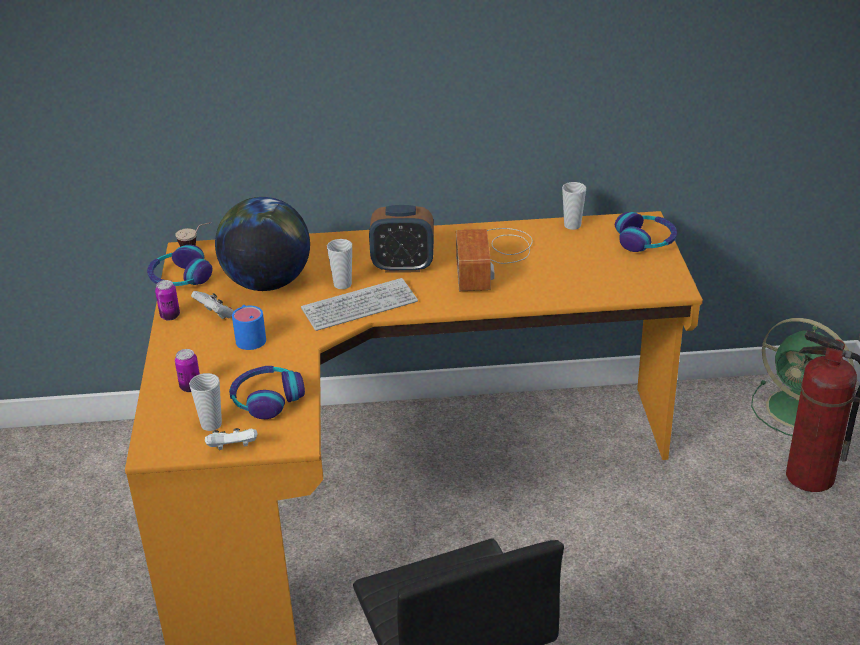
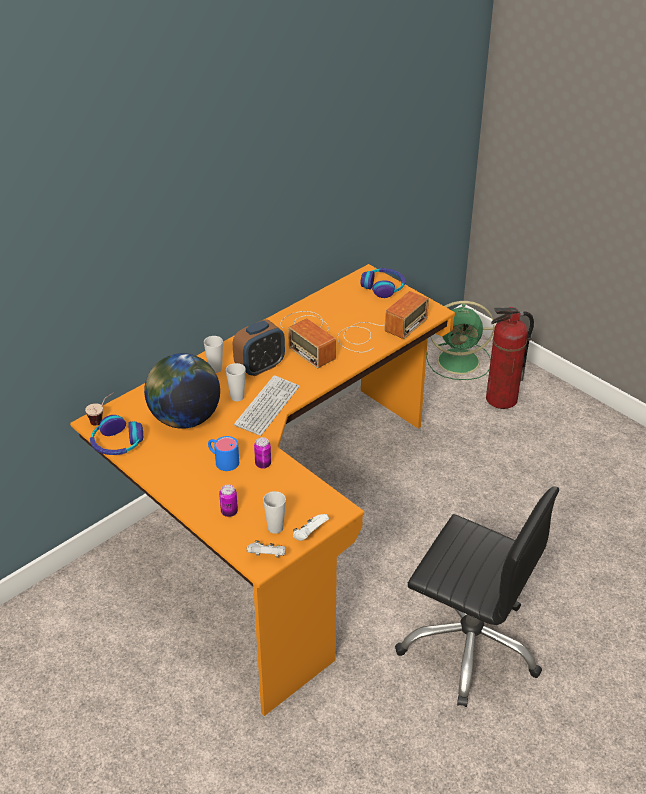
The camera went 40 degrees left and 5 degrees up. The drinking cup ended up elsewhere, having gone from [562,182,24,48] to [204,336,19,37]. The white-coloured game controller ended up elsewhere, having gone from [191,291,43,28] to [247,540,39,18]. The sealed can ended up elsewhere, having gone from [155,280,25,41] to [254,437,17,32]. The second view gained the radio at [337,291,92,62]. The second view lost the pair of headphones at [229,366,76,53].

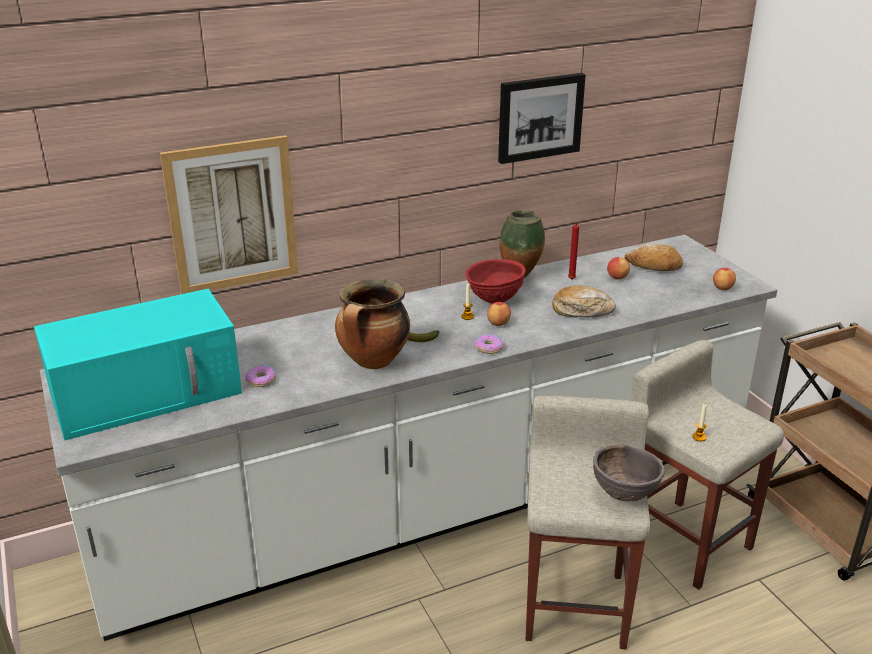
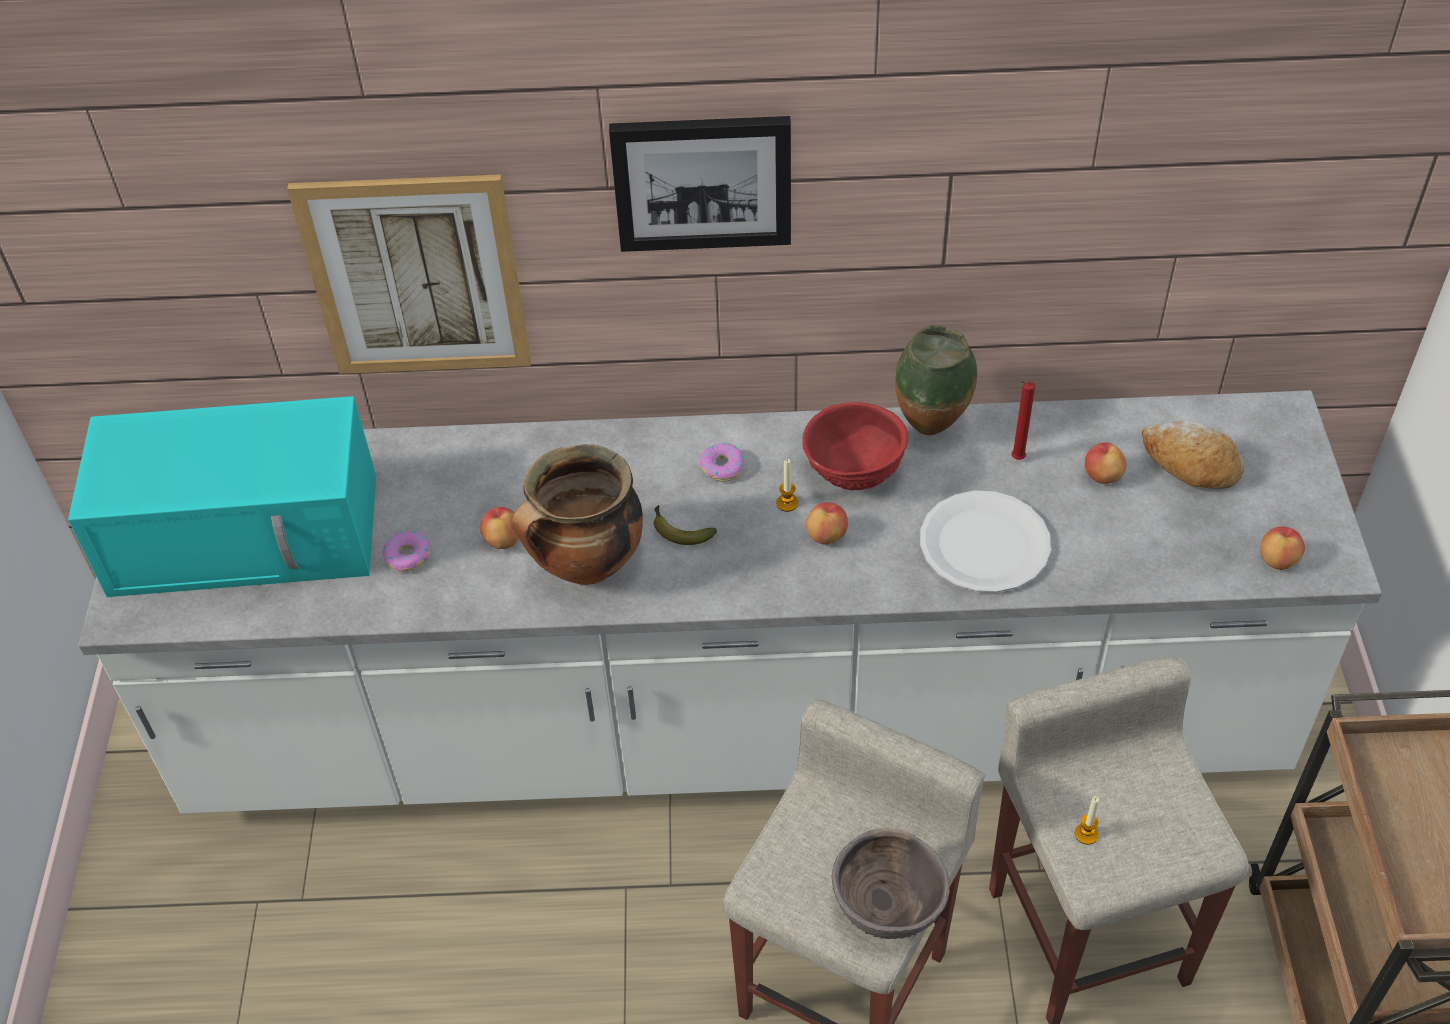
The camera went 25 degrees right and 20 degrees up. The second view gained the whole apple at [480,507,38,42]. The wall art ended up elsewhere, having gone from [498,73,88,91] to [609,116,182,136]. The doughnut ended up elsewhere, having gone from [474,334,30,20] to [700,443,45,39]. Where the baked bread stood at [552,285,64,32], the white-coloured flat dish came to stand at [920,491,131,101].

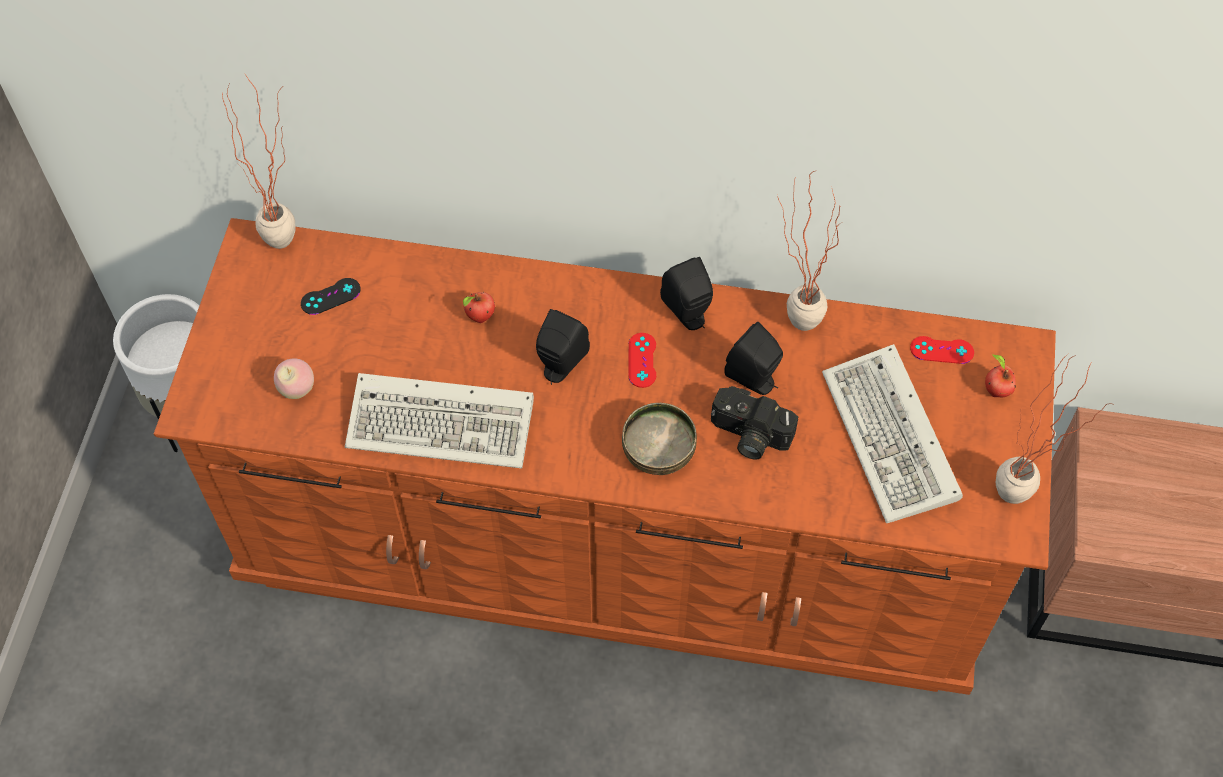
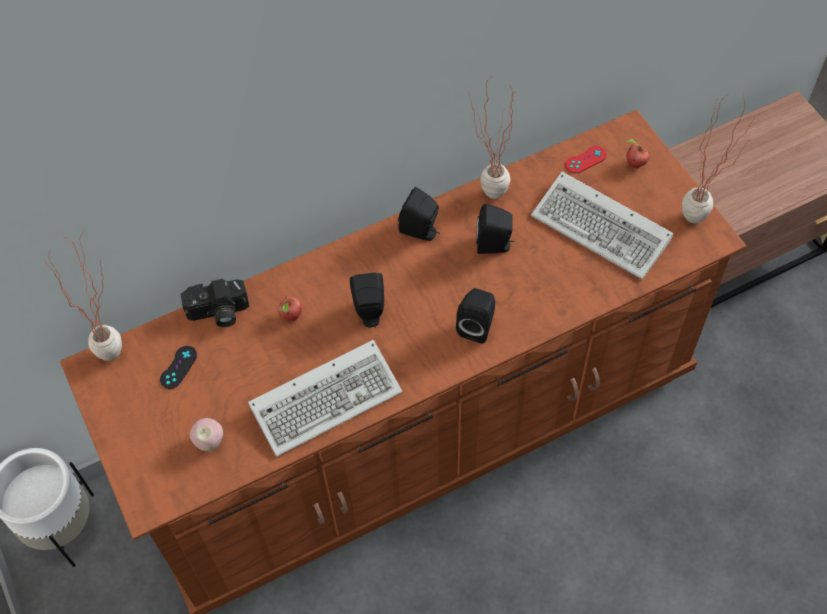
The camera went 35 degrees left and 0 degrees up. The photo camera ended up elsewhere, having gone from [711,386,87,74] to [181,279,68,48]. Where the serving bowl stood at [622,403,75,72], the black-coloured speaker came to stand at [456,288,39,56]. The second view lost the red game controller at [628,333,28,55].

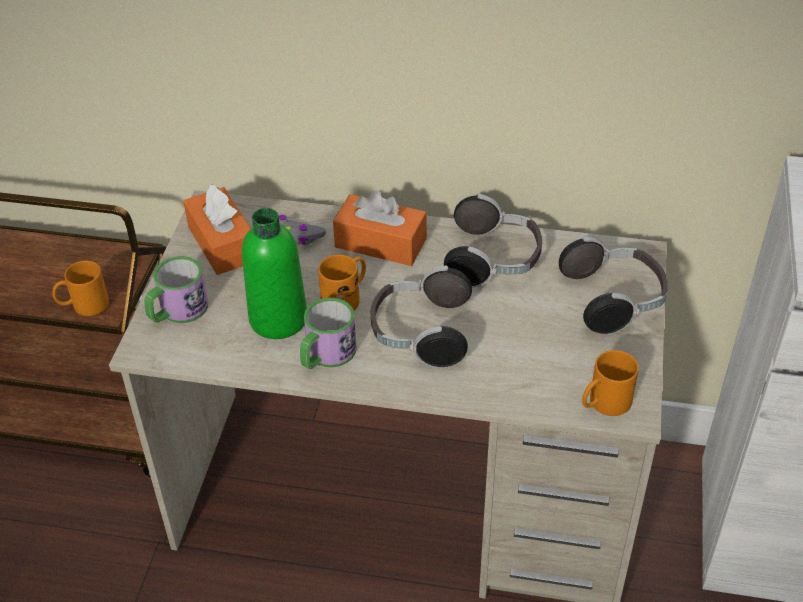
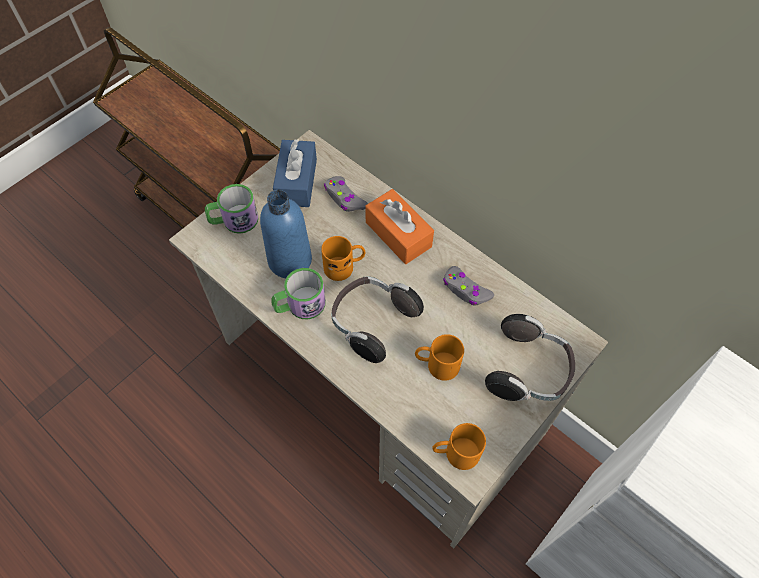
The camera went 30 degrees right and 15 degrees up. What was the greenish drink bottle at [242,208,65,131] turned into the bluish drink bottle at [260,190,52,88]. What was the orange tissue box at [183,184,68,91] turned into the bluish tissue box at [273,139,44,68]. The orange tea mug ended up elsewhere, having gone from [52,261,57,55] to [415,334,49,47]. Where the pair of headphones stood at [444,194,98,94], the grey game controller came to stand at [443,266,51,40].

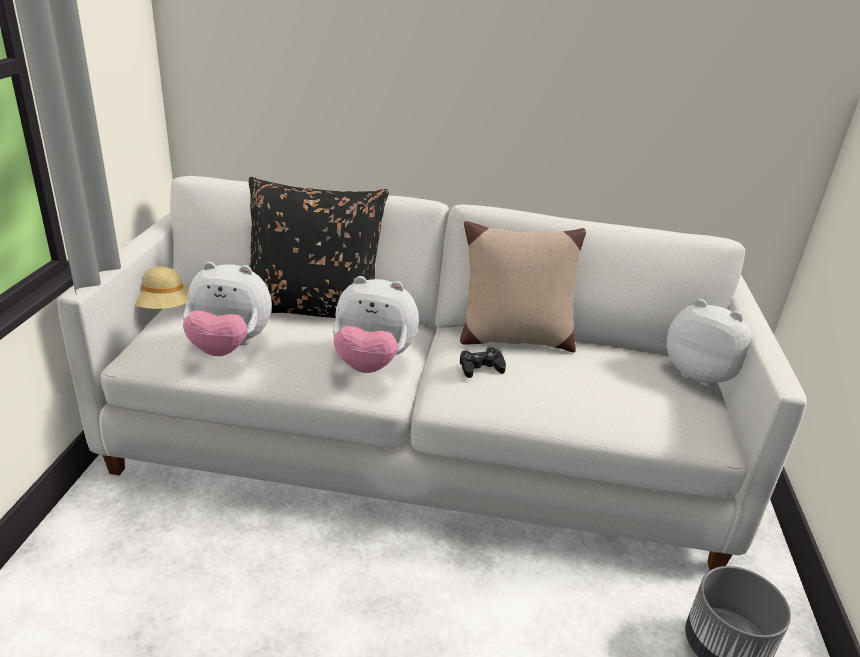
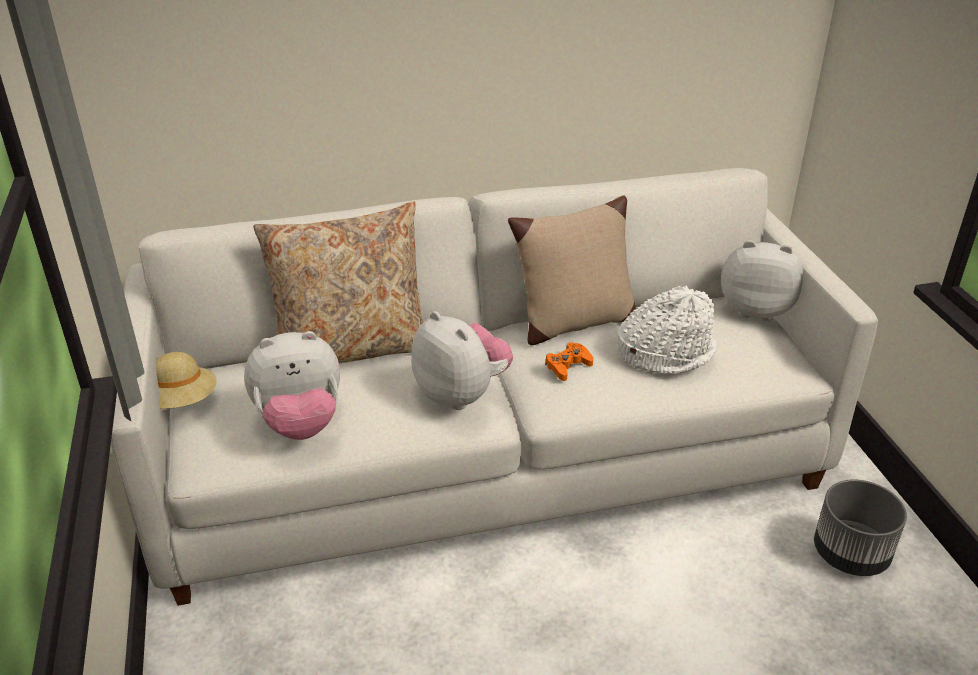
The camera went 20 degrees left and 5 degrees up. What was the black-coloured cushion at [249,177,140,141] turned into the sand-coloured cushion at [253,201,170,163]. The cuddly toy at [333,276,86,97] ended up facing another way, 120 degrees counterclockwise from before. What was the black-coloured game controller at [460,347,46,31] turned into the orange game controller at [545,342,48,39]. The second view gained the white-coloured wearable hat at [617,285,100,89].

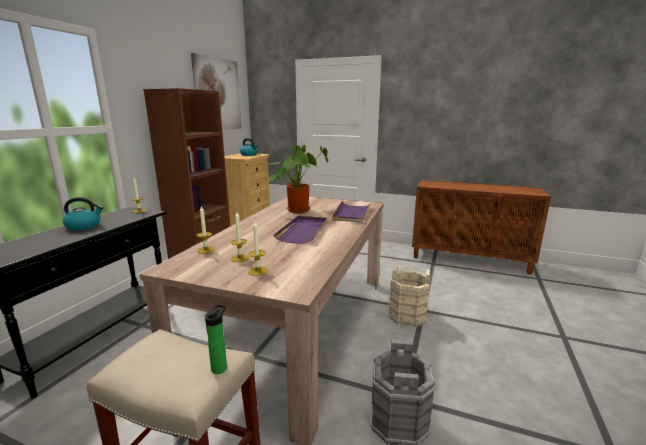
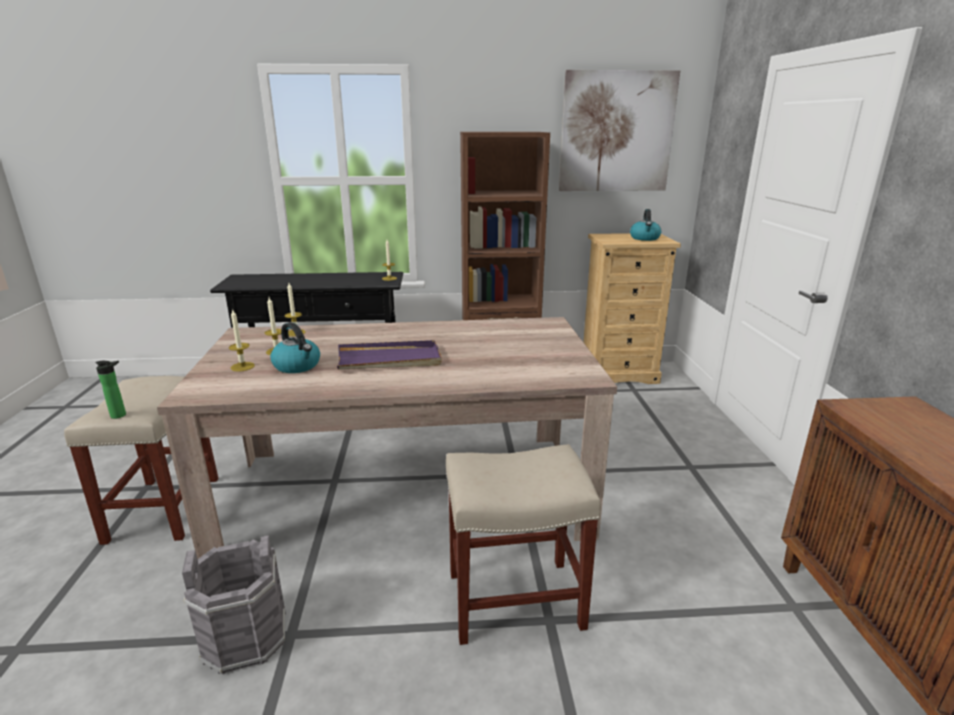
The camera went 65 degrees right and 5 degrees up. The water kettle ended up elsewhere, having gone from [63,197,40,33] to [270,322,50,51]. Where the sand-coloured bucket stood at [388,265,42,62], the sand-coloured stool came to stand at [446,444,155,201]. The second view lost the potted plant at [268,145,61,68]. The second view lost the purplish carrying tray at [332,201,40,22].

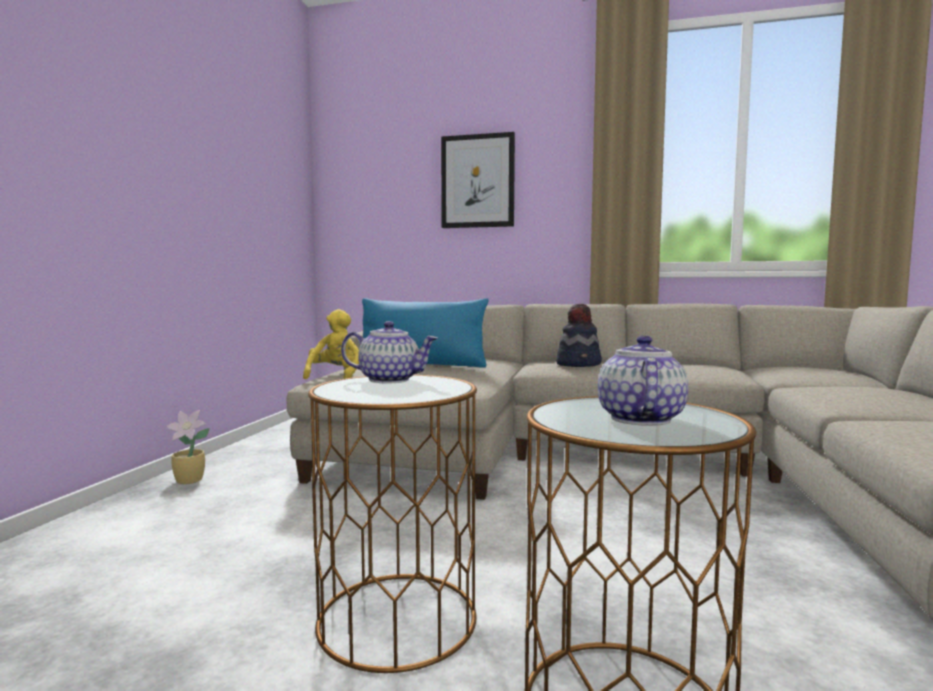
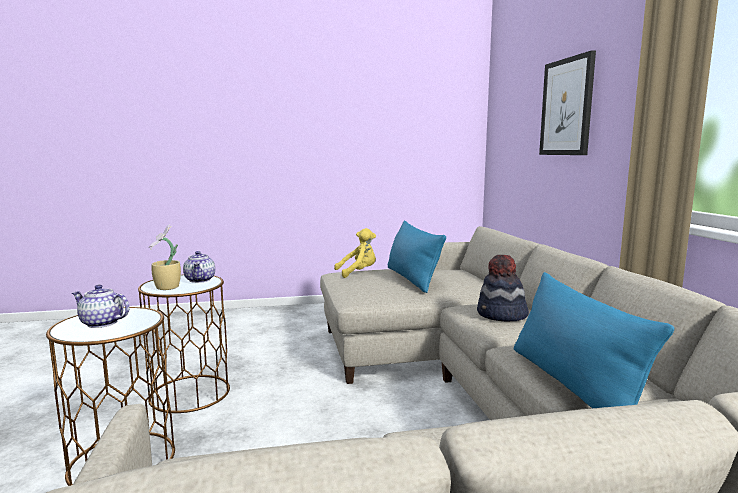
The camera went 65 degrees right and 5 degrees up. The tea pot at [598,335,90,91] ended up facing another way, 150 degrees counterclockwise from before. The potted plant ended up elsewhere, having gone from [166,410,44,74] to [149,224,32,66]. The second view gained the bluish cushion at [514,272,160,136].

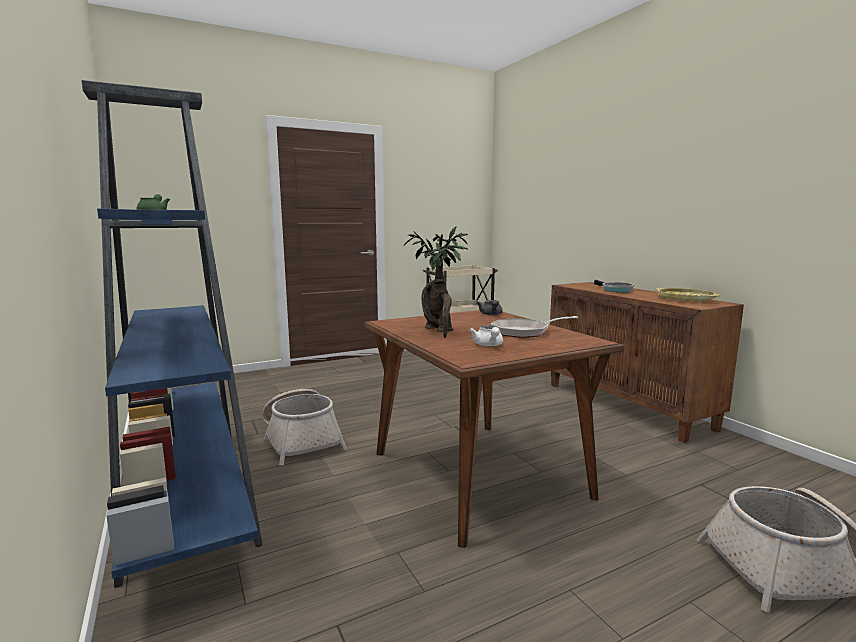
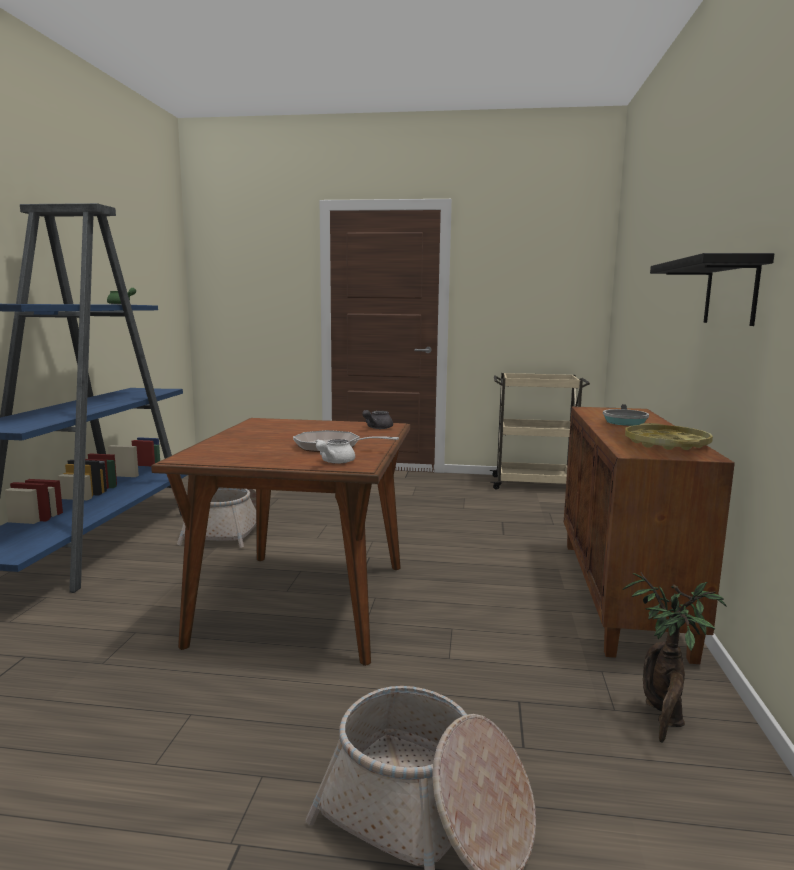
The camera went 35 degrees right and 0 degrees up. The white-coloured tea pot ended up elsewhere, having gone from [469,325,34,21] to [315,439,40,25]. The potted plant ended up elsewhere, having gone from [404,226,64,112] to [623,572,103,171]. The second view gained the black-coloured wall shelf at [650,253,124,73].

